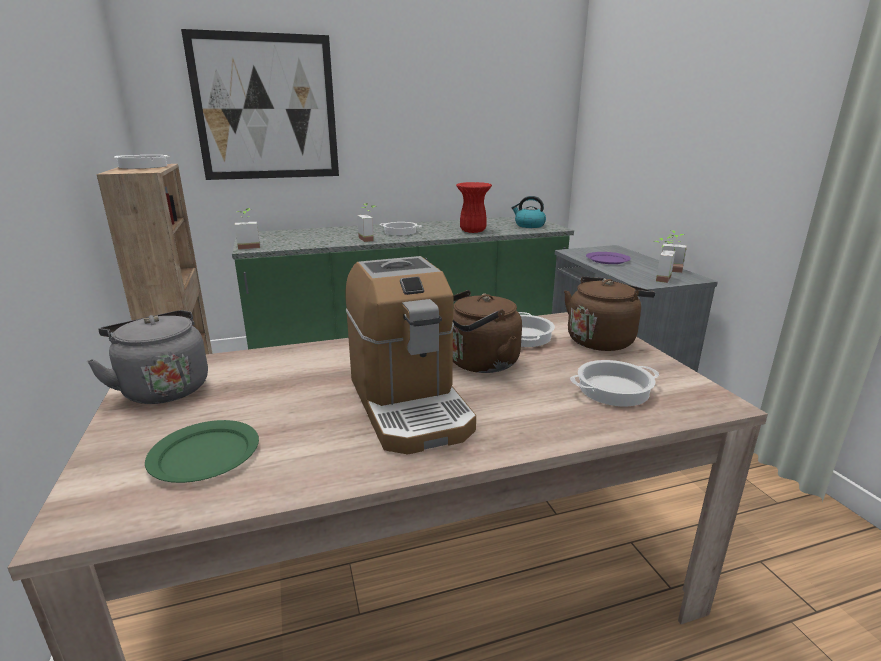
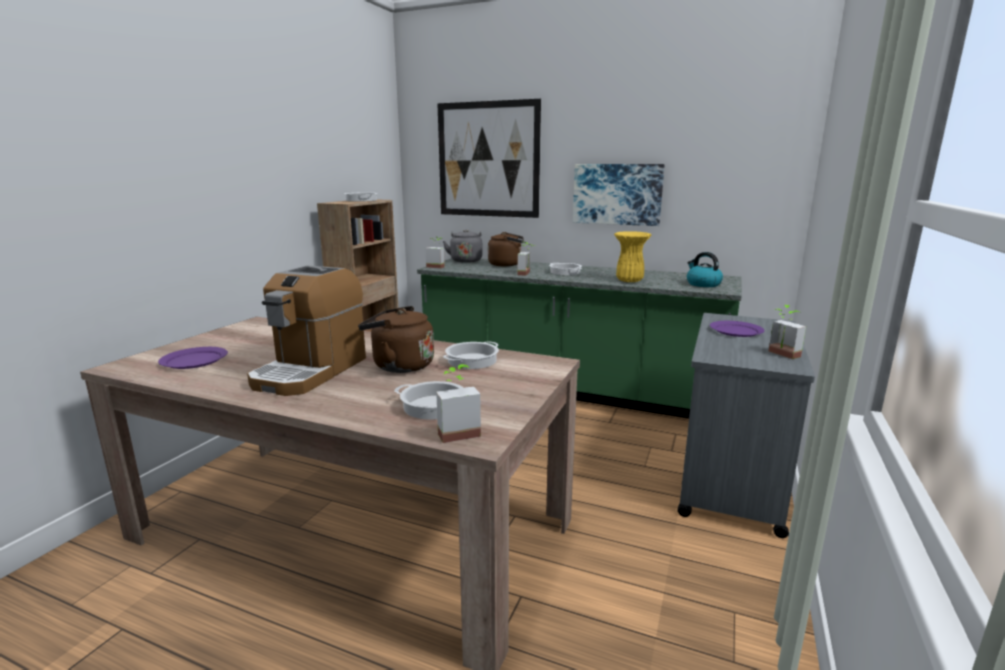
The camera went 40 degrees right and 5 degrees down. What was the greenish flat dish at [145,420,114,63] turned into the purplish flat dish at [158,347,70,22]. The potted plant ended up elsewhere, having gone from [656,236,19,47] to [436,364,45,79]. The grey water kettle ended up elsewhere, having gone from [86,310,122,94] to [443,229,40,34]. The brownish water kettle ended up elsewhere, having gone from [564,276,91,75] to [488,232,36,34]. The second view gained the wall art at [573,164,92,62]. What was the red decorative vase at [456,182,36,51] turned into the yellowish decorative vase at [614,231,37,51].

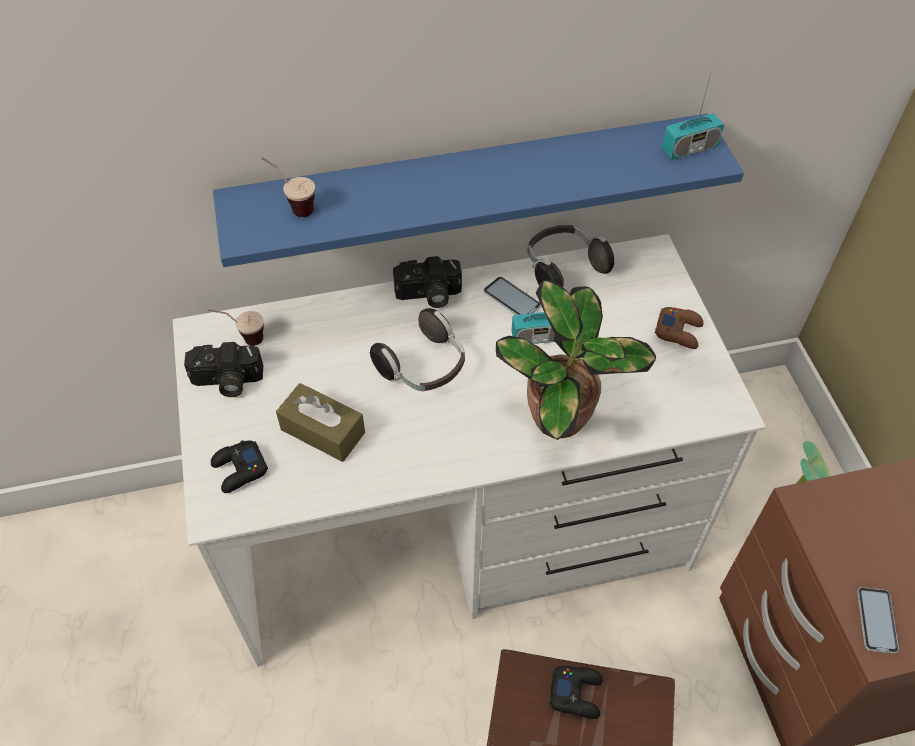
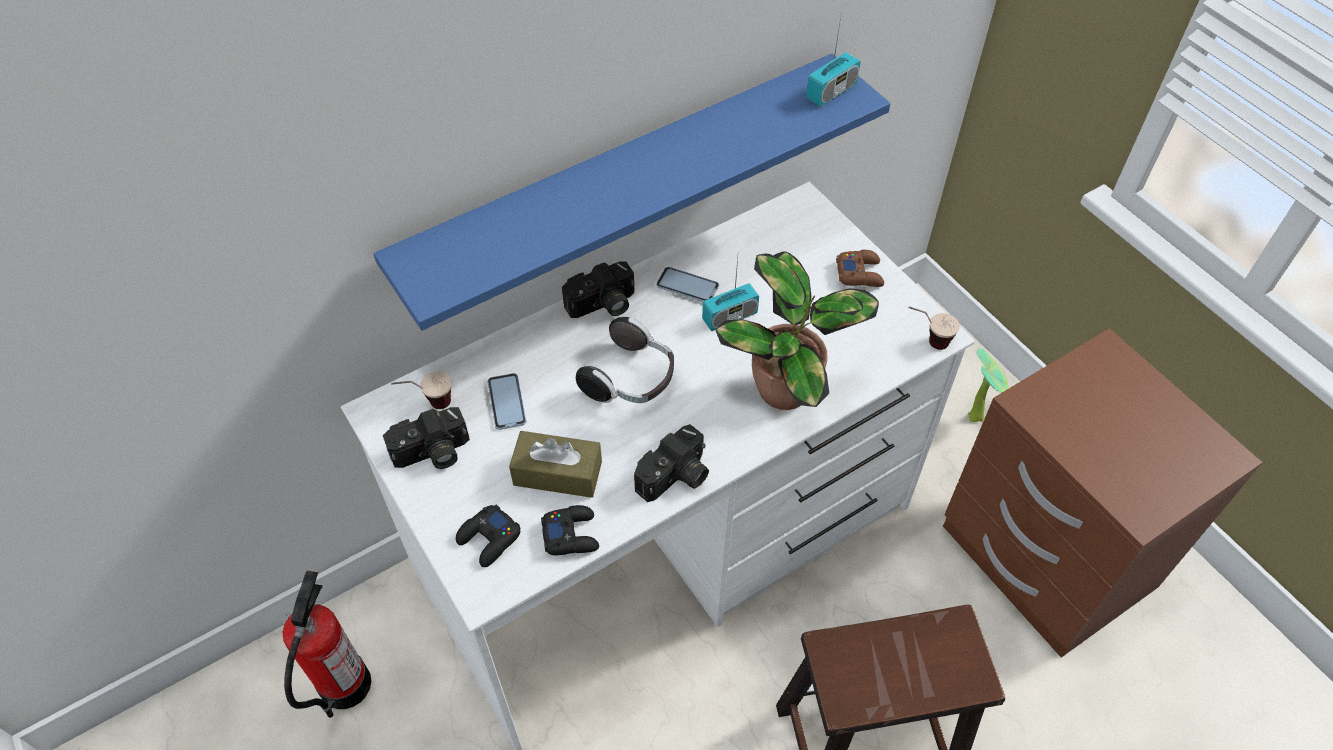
The camera went 20 degrees left and 0 degrees up. The second view gained the fire extinguisher at [283,571,88,147]. The phone ended up elsewhere, having gone from [857,587,42,67] to [488,373,38,57]. The black-coloured game controller ended up elsewhere, having gone from [549,666,54,53] to [541,505,58,50]. The second view gained the photo camera at [634,424,75,78]. The drinking cup ended up elsewhere, having gone from [261,157,54,60] to [908,306,52,44]. The second view lost the pair of headphones at [528,225,86,62].

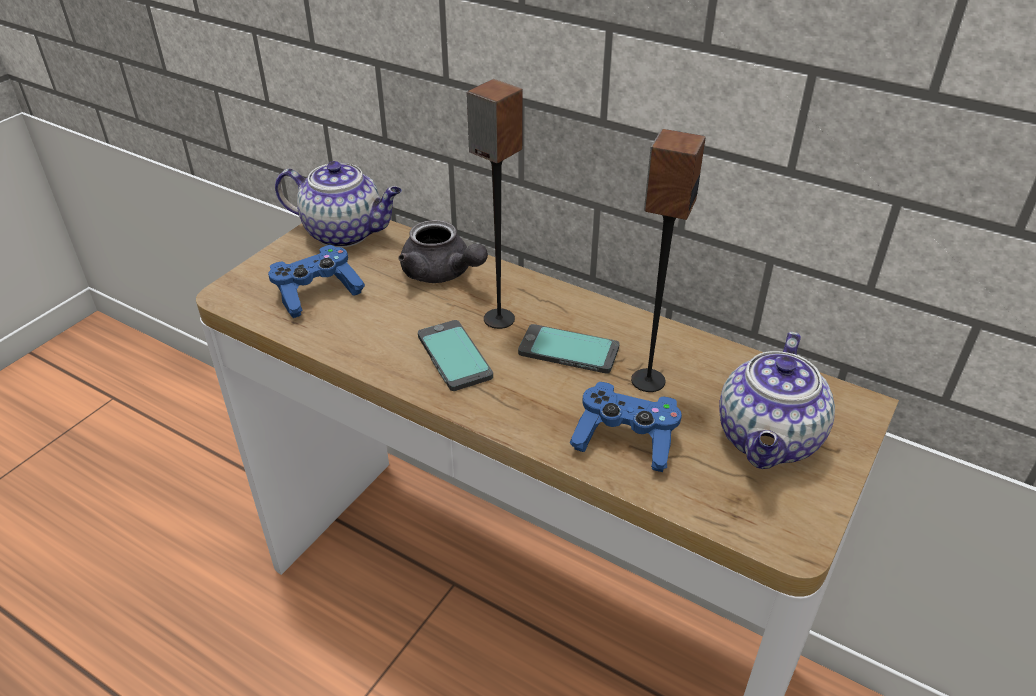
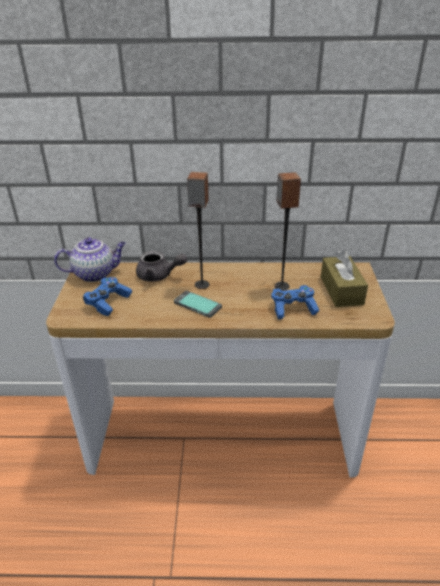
The camera went 30 degrees left and 5 degrees down. Where the tea pot stood at [719,332,116,137], the brownish tissue box came to stand at [321,250,47,57]. The second view lost the phone at [518,324,102,50].

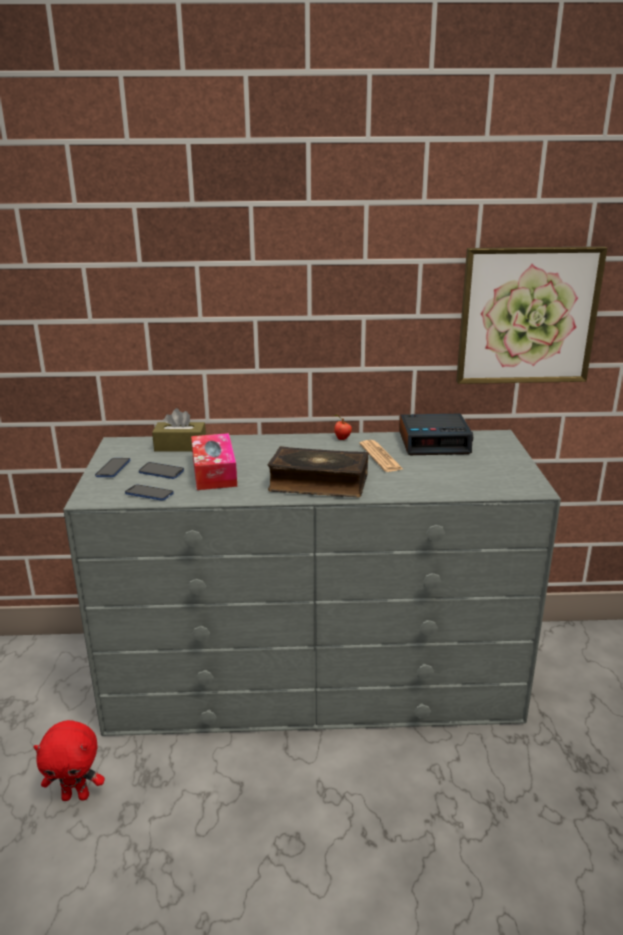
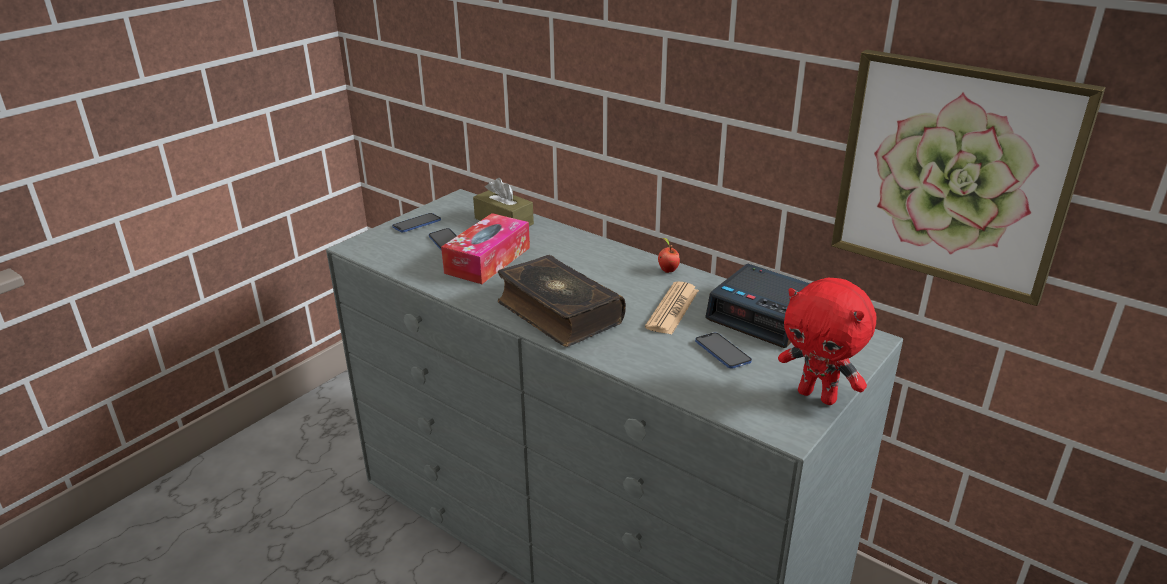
The camera went 40 degrees right and 5 degrees up. The phone ended up elsewhere, having gone from [125,485,49,16] to [695,333,57,36]. The red cuddly toy ended up elsewhere, having gone from [33,720,72,81] to [778,278,99,127].

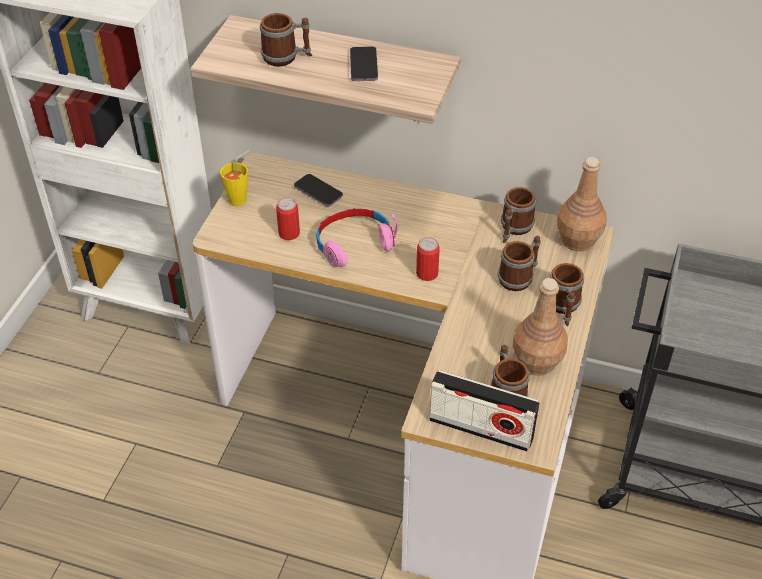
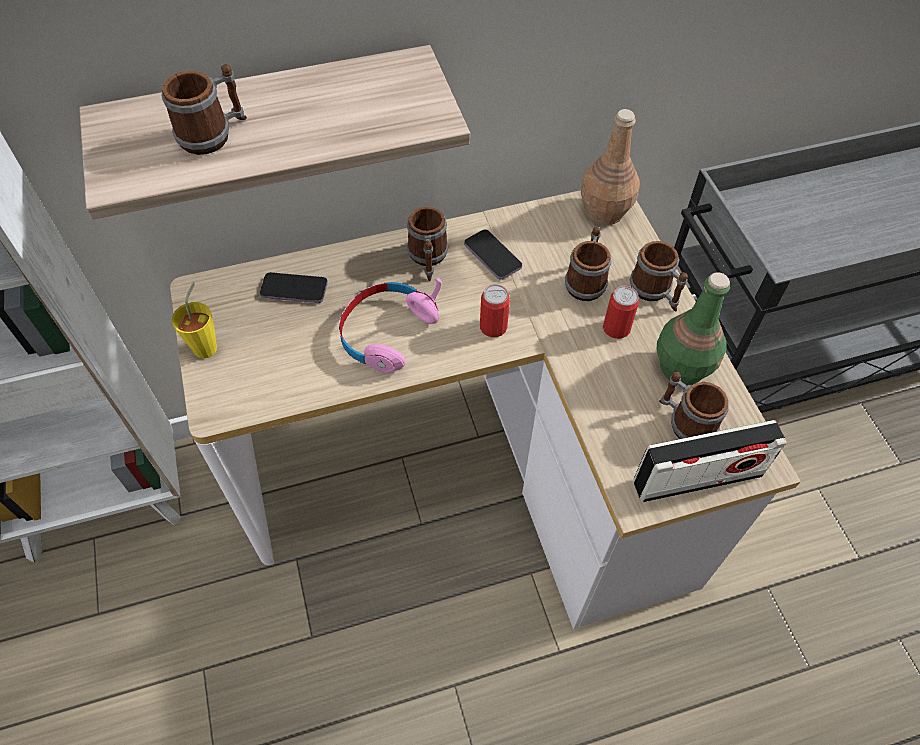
The camera went 35 degrees left and 10 degrees up. The tea mug ended up elsewhere, having gone from [501,187,35,56] to [407,207,41,74]. The phone ended up elsewhere, having gone from [350,47,28,34] to [464,229,58,51]. The sealed can ended up elsewhere, having gone from [276,197,24,43] to [603,286,36,53]. What was the brownish drink bottle at [513,278,55,98] turned into the greenish drink bottle at [657,272,73,113].

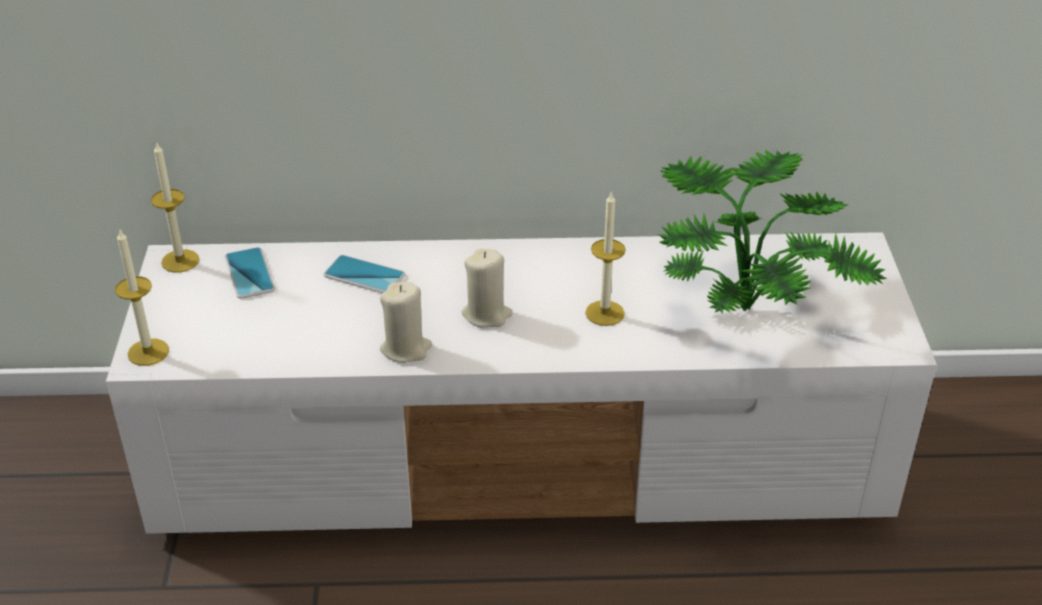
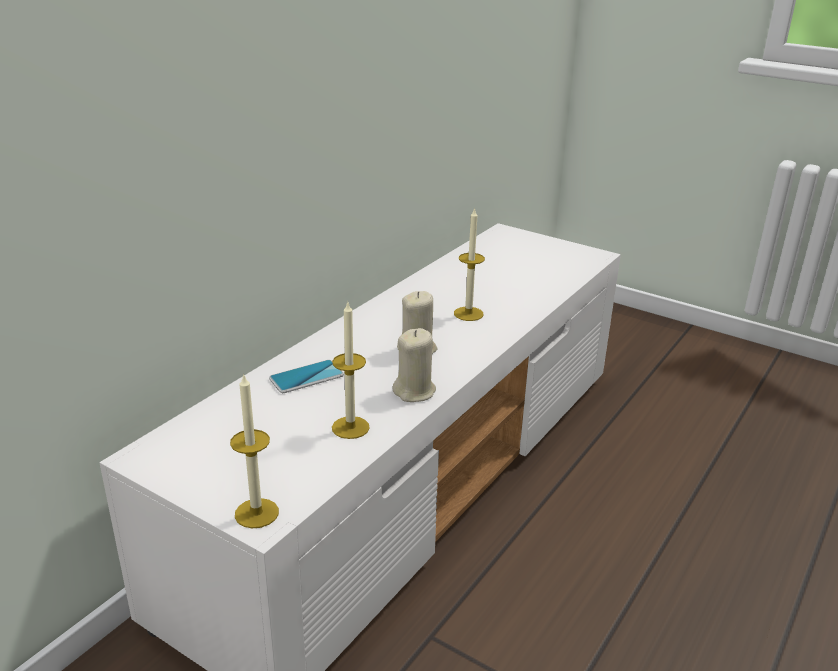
The camera went 55 degrees left and 10 degrees down. The candle ended up elsewhere, having gone from [151,141,48,131] to [332,303,38,136]. The second view lost the phone at [225,247,50,52]. The second view lost the potted plant at [658,150,229,164].

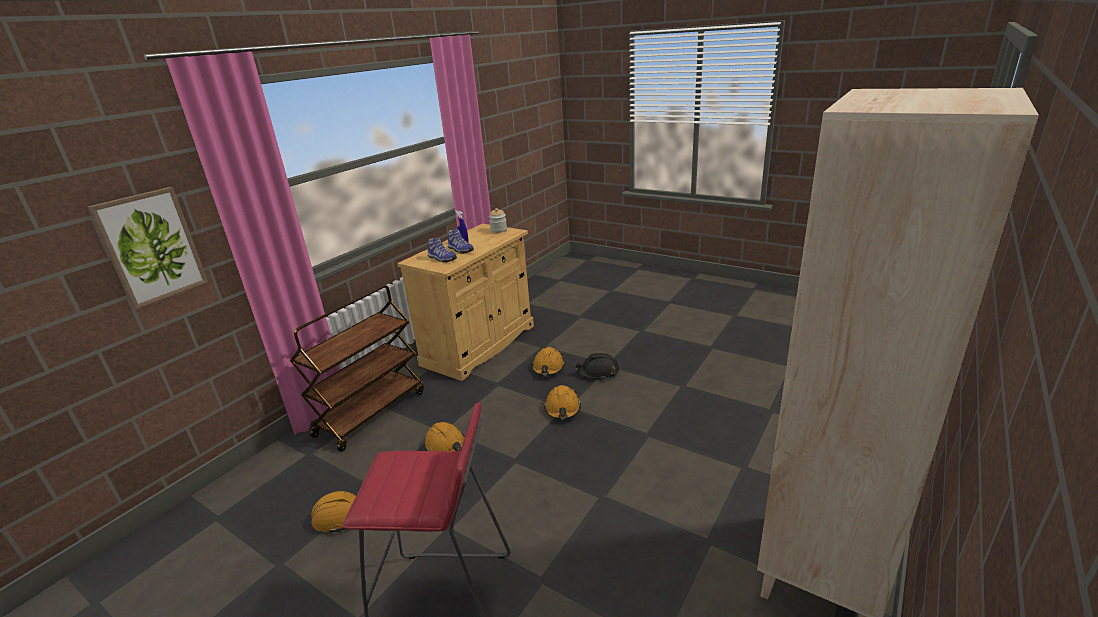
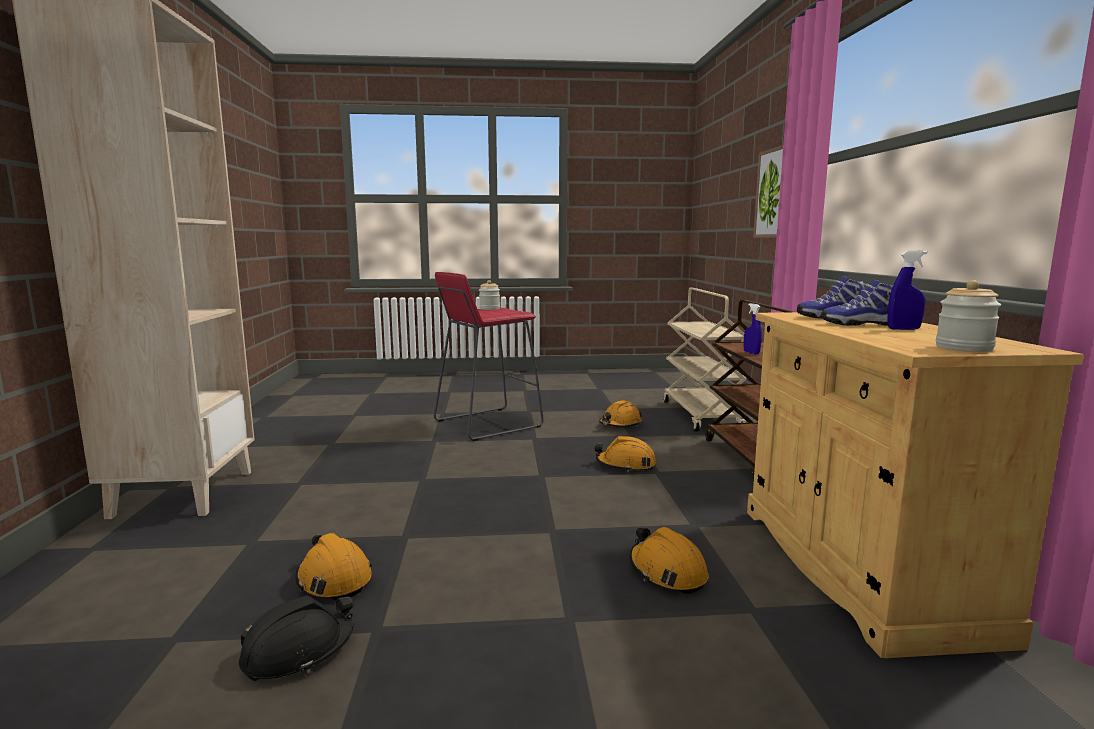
The camera went 140 degrees right and 15 degrees down. The black-coloured safety helmet ended up elsewhere, having gone from [575,353,44,27] to [239,596,115,85]. The orange safety helmet ended up elsewhere, having gone from [544,385,37,35] to [295,533,77,68]. The second view gained the jar at [479,280,21,30]. The second view gained the sand-coloured wheeled cart at [664,288,83,143]. The second view gained the bluish spray bottle at [744,303,18,52].

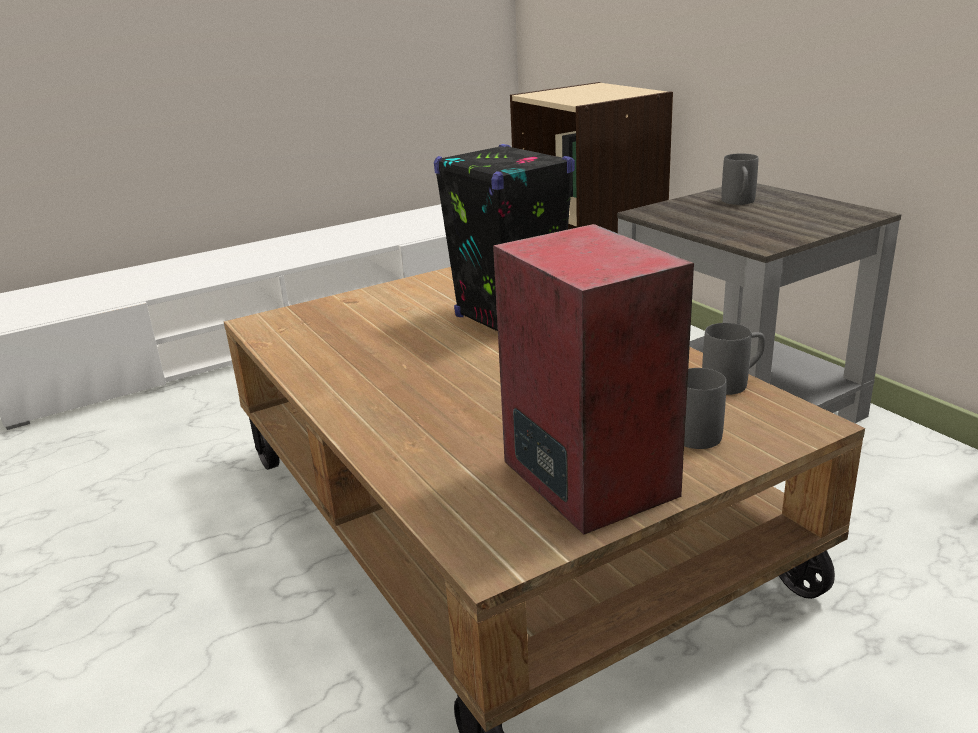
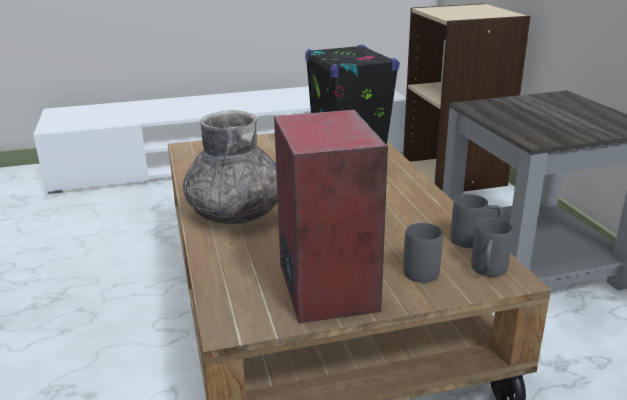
The camera went 15 degrees right and 0 degrees up. The second view gained the grey decorative vase at [183,110,95,114]. The grey tea mug ended up elsewhere, having gone from [721,153,37,52] to [471,218,42,59].

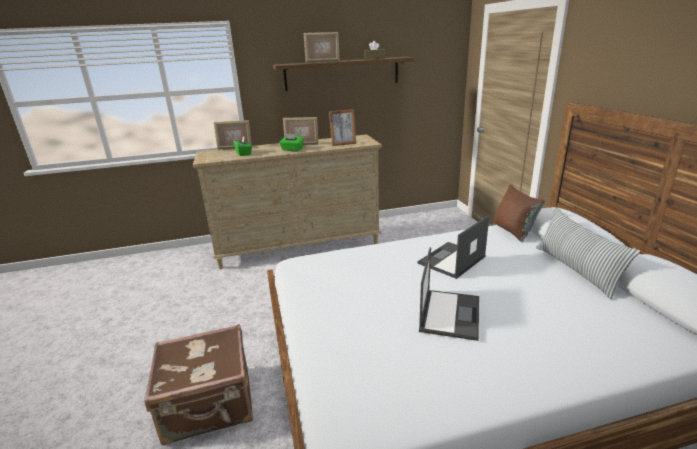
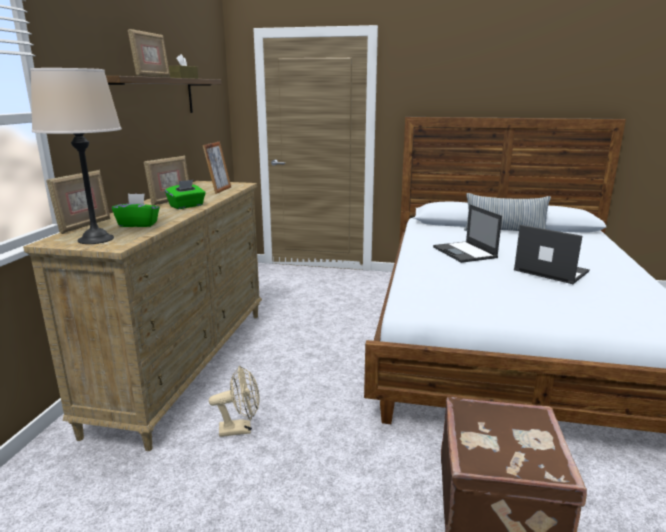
The camera went 65 degrees left and 5 degrees down. The second view gained the sand-coloured lamp for a table at [30,68,92,176]. The second view gained the sand-coloured fan at [209,366,50,71]. The second view lost the brownish cushion at [493,184,52,58].

